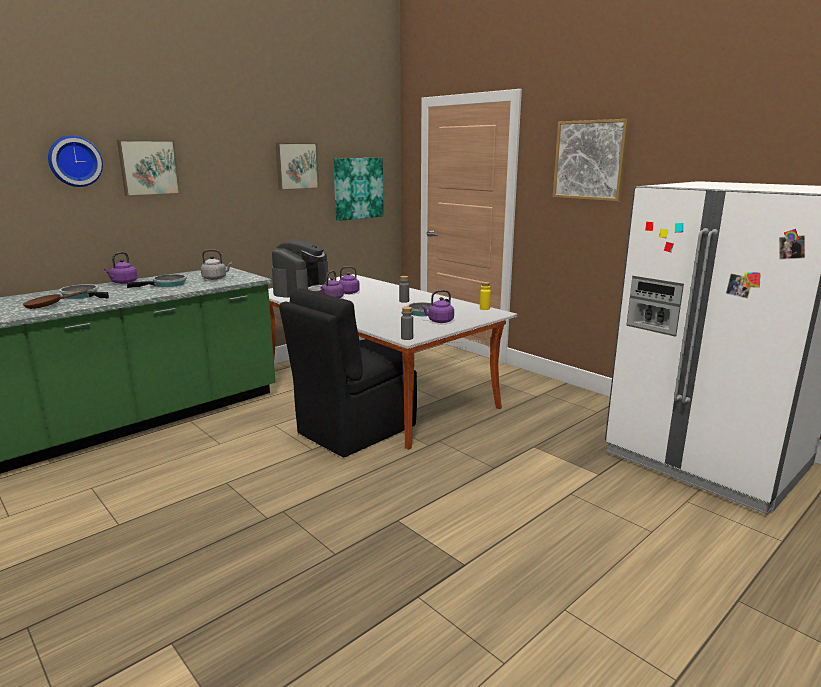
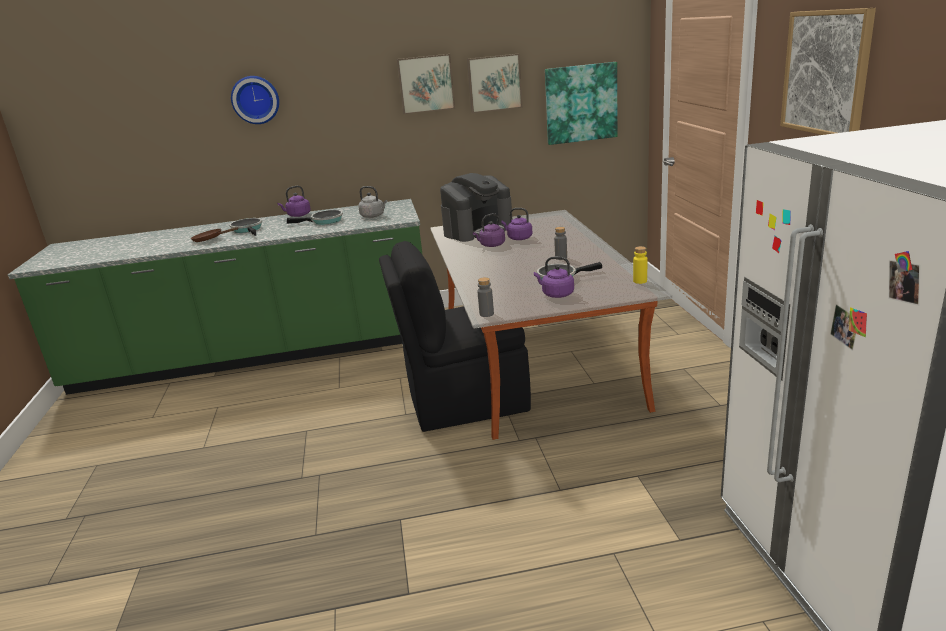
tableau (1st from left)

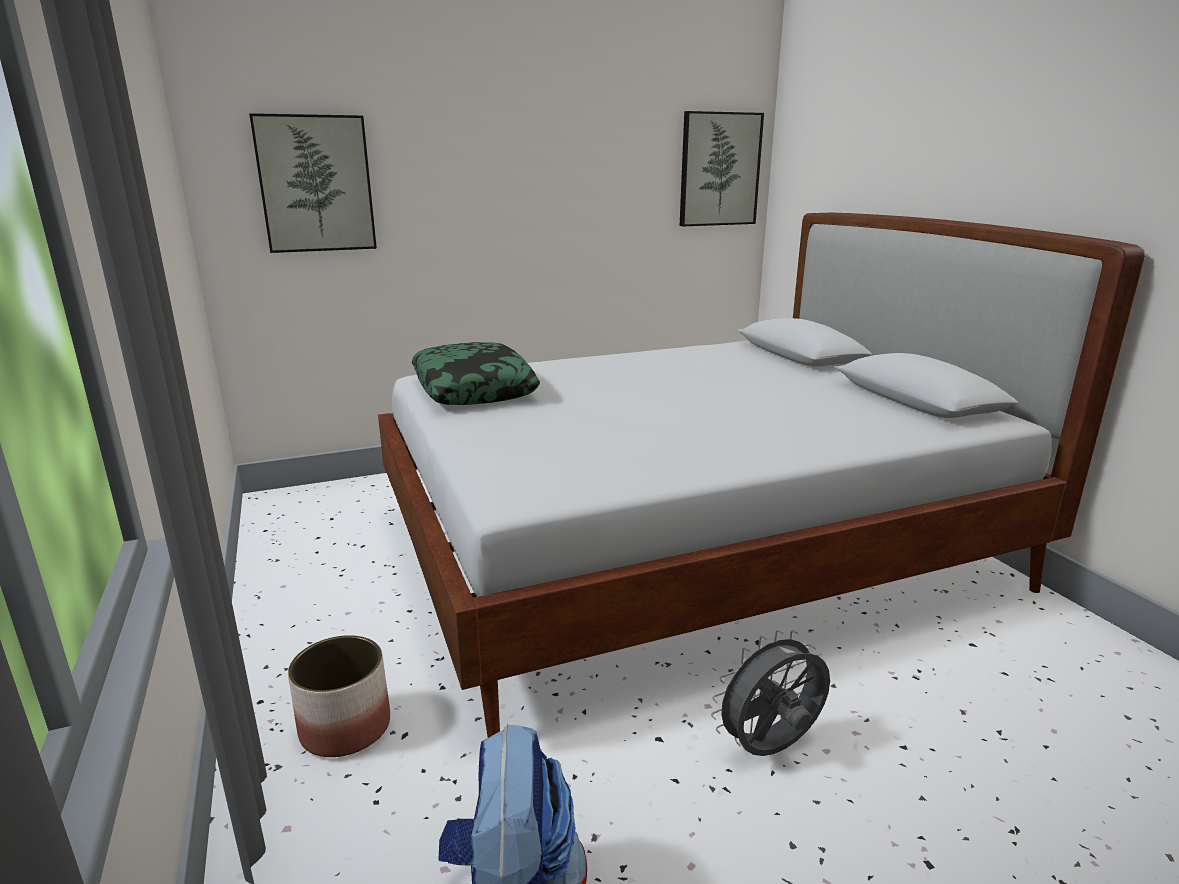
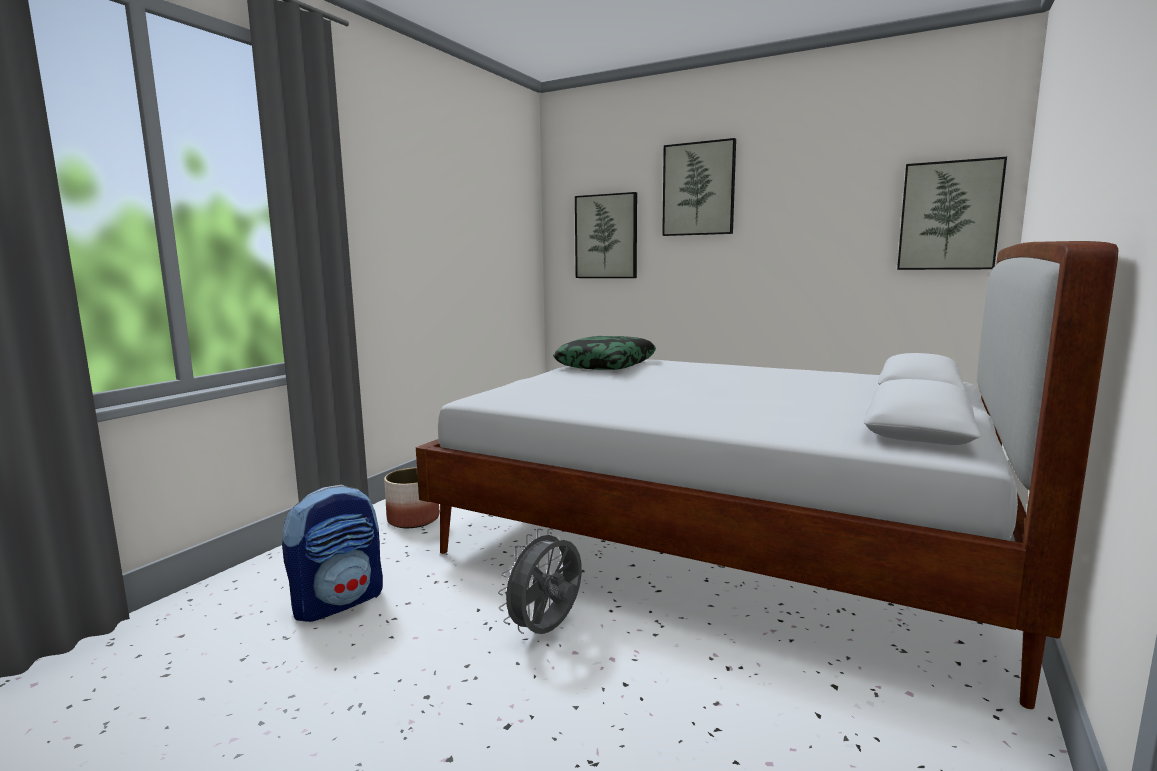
ventilateur/gris; tableau (2nd from left)

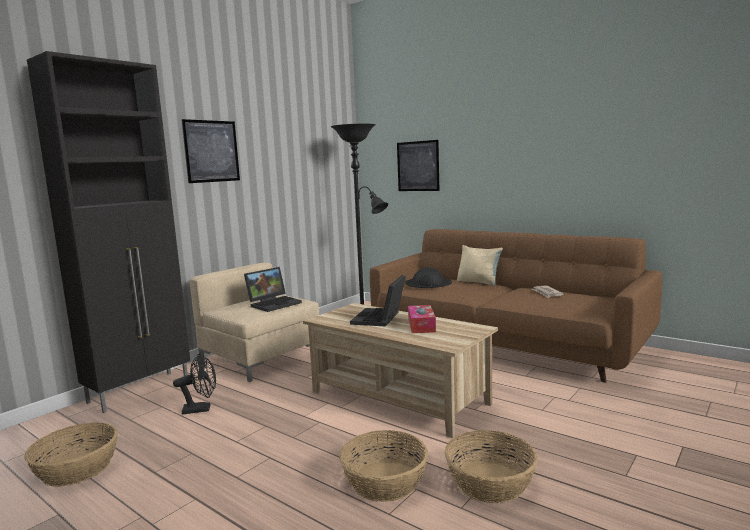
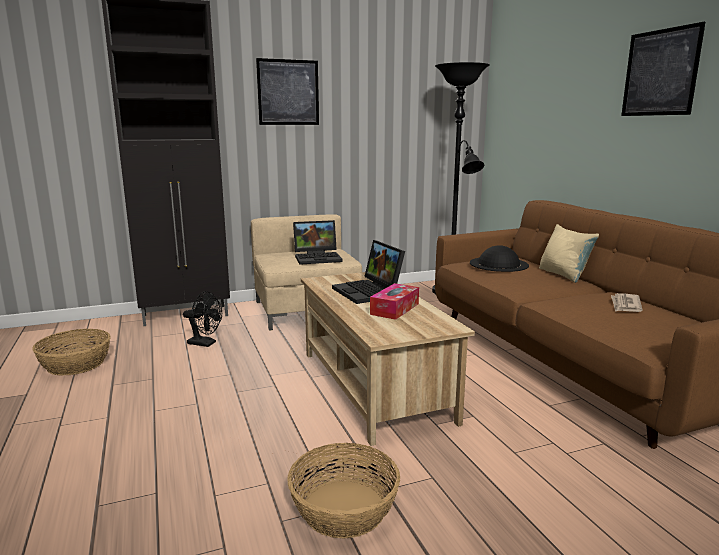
ordinateur portable (2nd from left); tableau (2nd from left); panier (2nd from left in the first image)

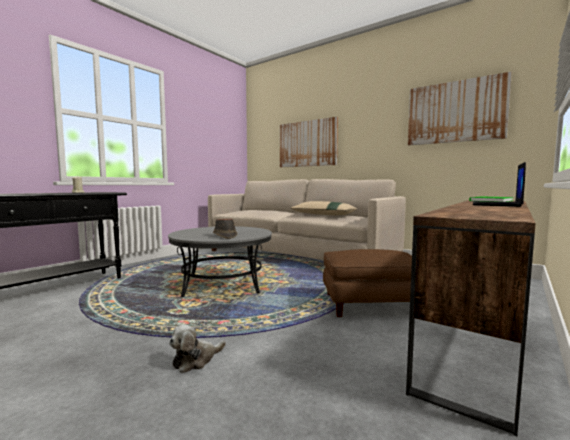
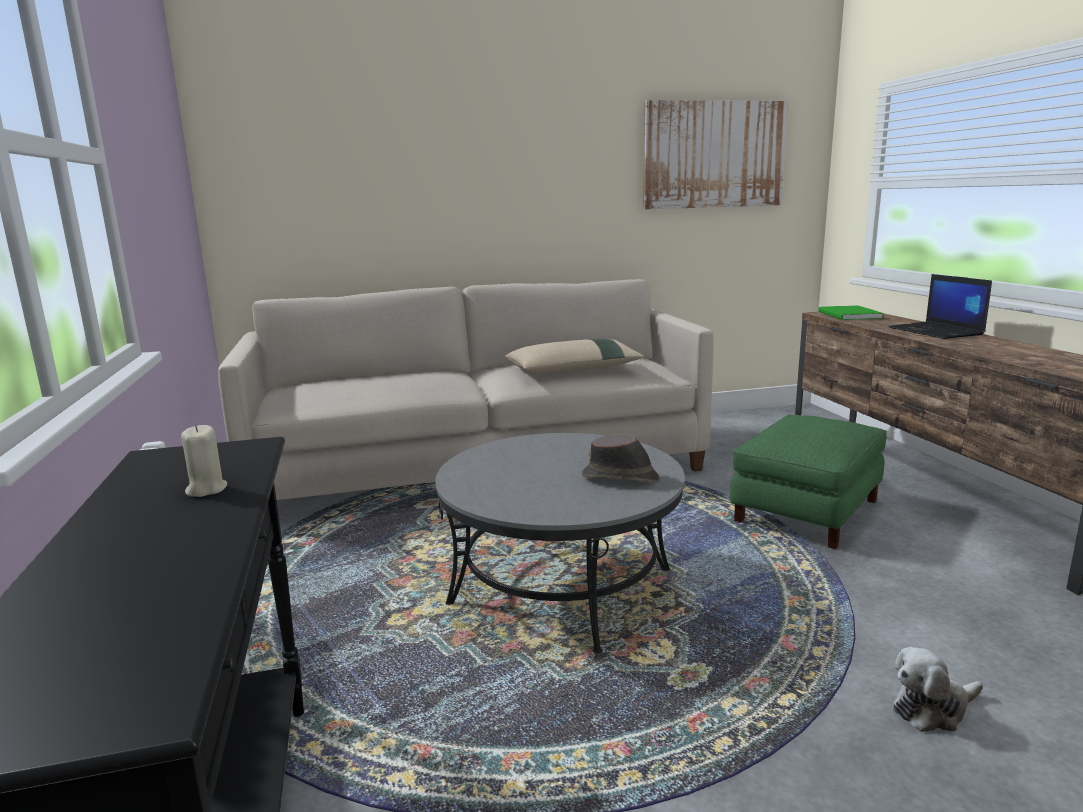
pouf/vert; peluche; tableau (1st from left in the first image)

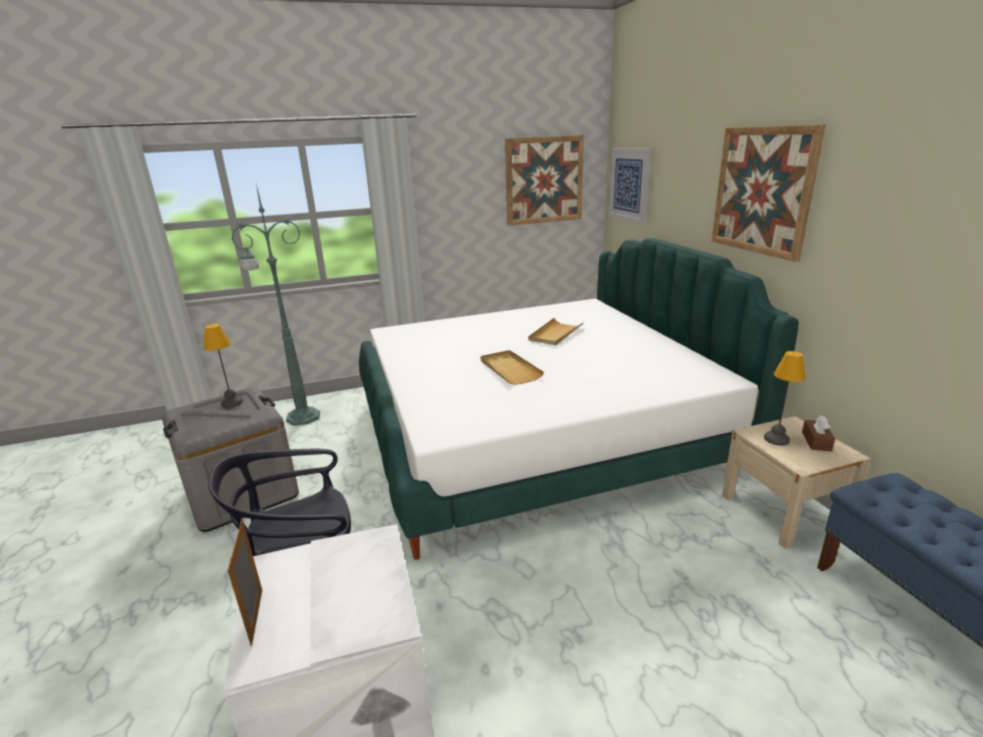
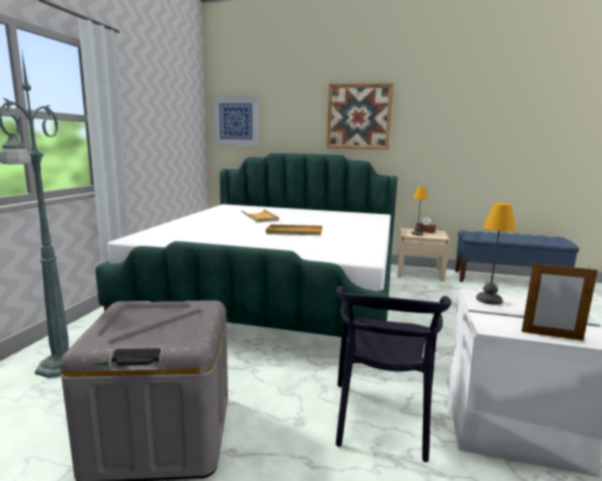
lampe de table (2nd from left); tableau (1st from left in the first image)

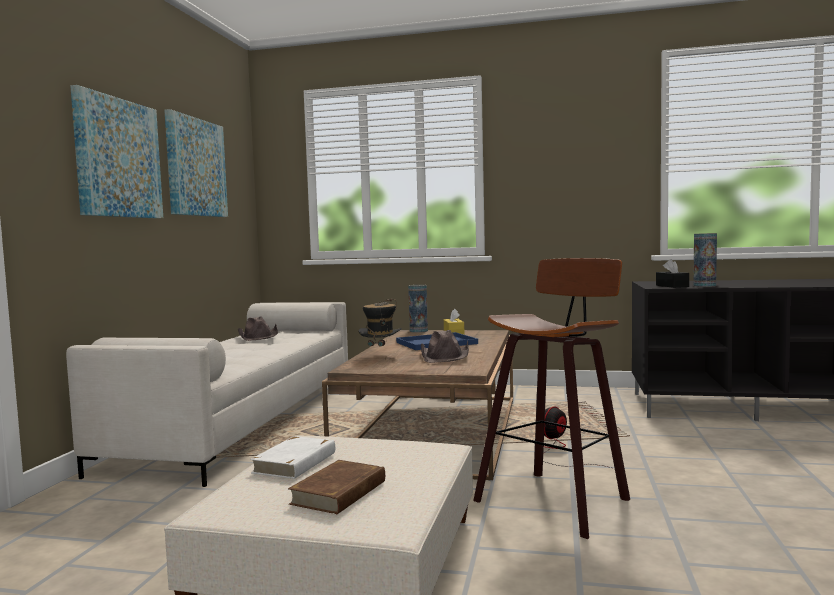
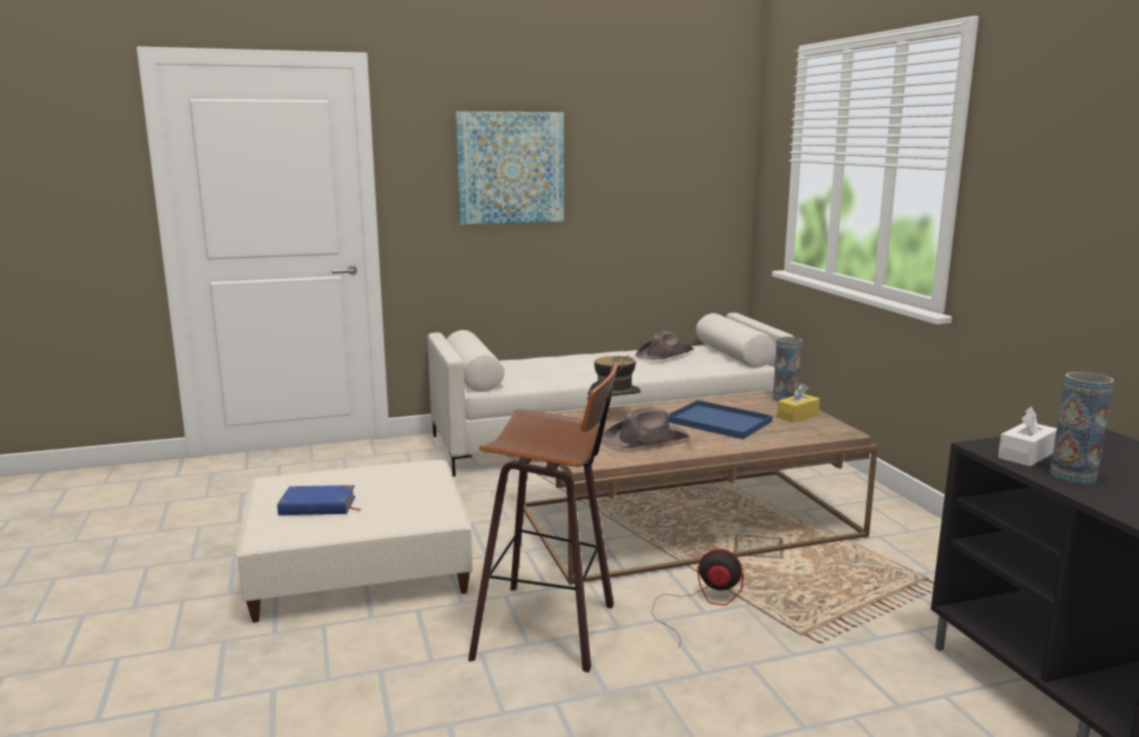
livre/bleu; boîte à mouchoirs/blanc; tableau (2nd from left in the first image); livre/blanc

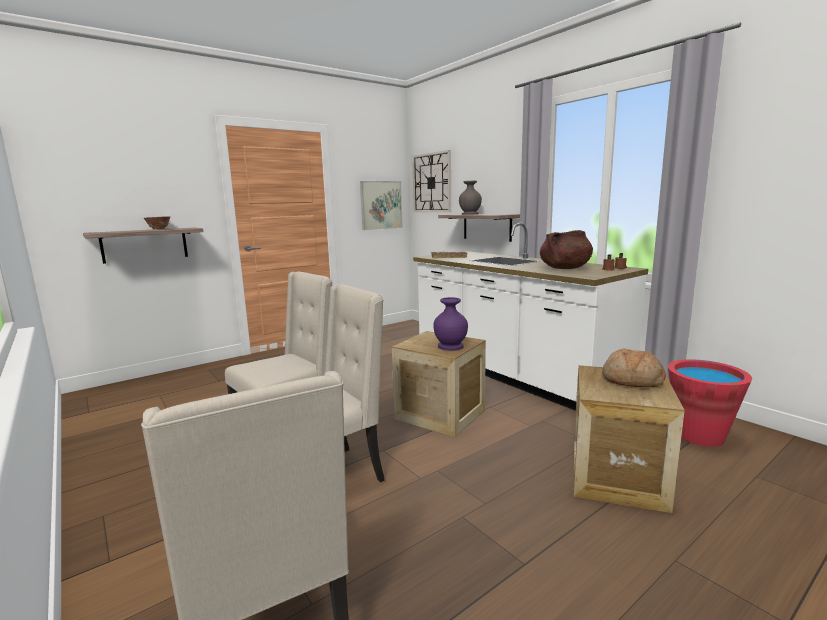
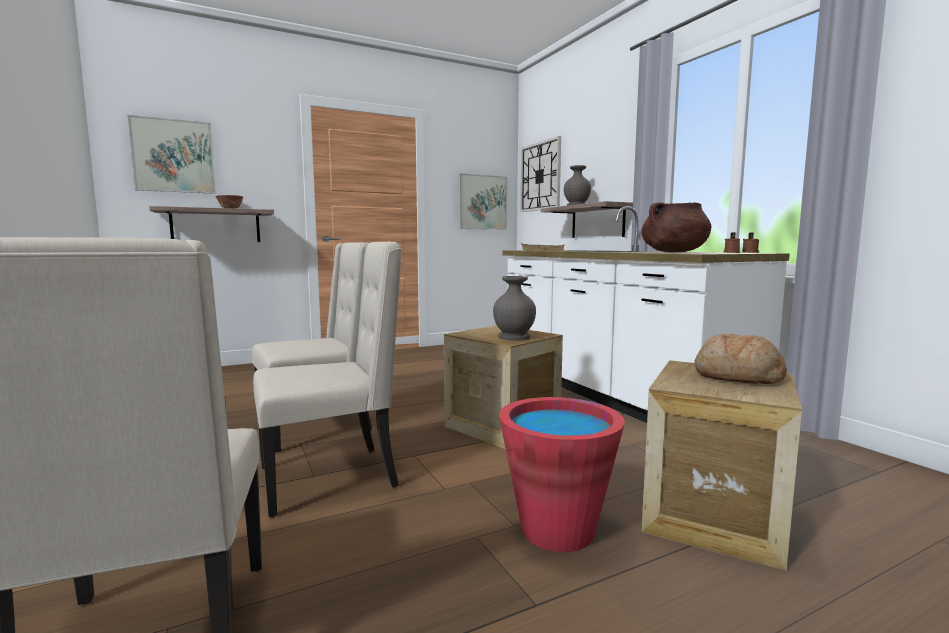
tableau (1st from left); vase/gris (1st from left); seau/rouge

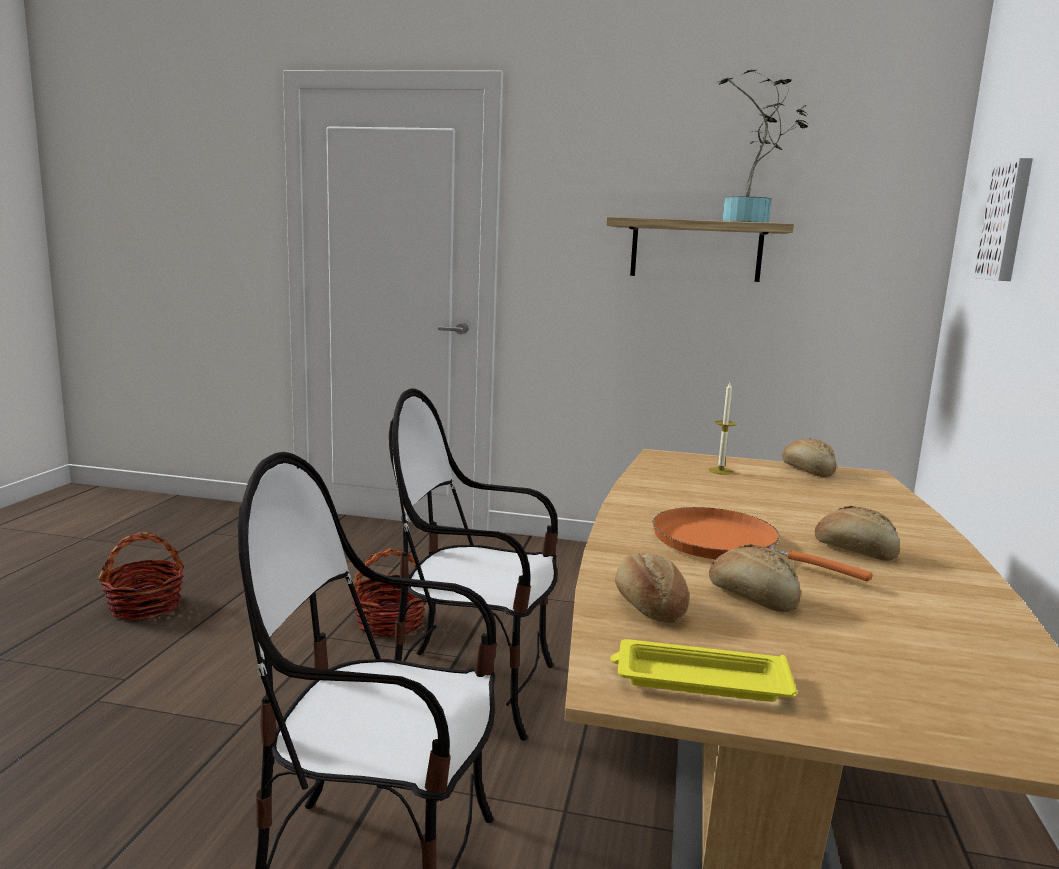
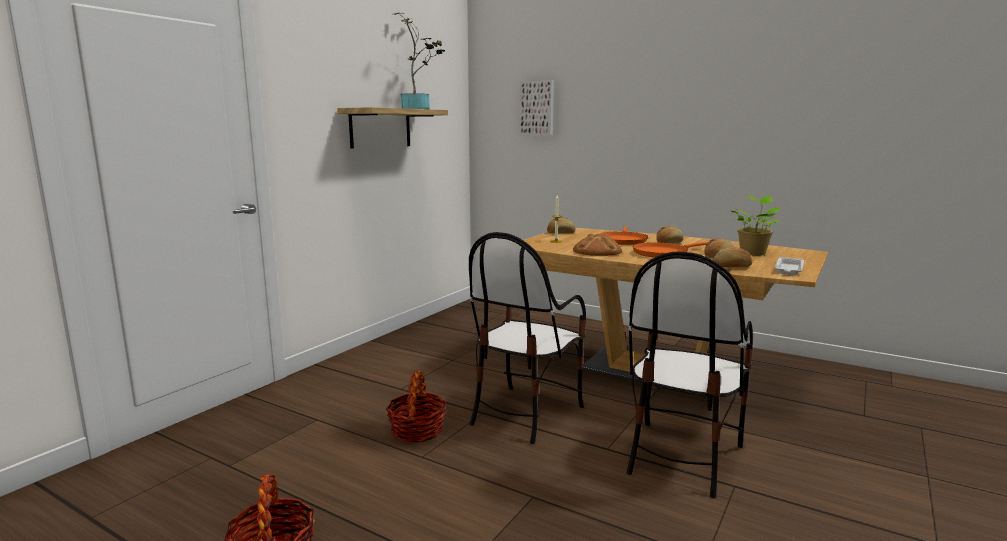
pain (2nd from left); poêle/orange (1st from left); plante en pot (2nd from left); plateau/blanc

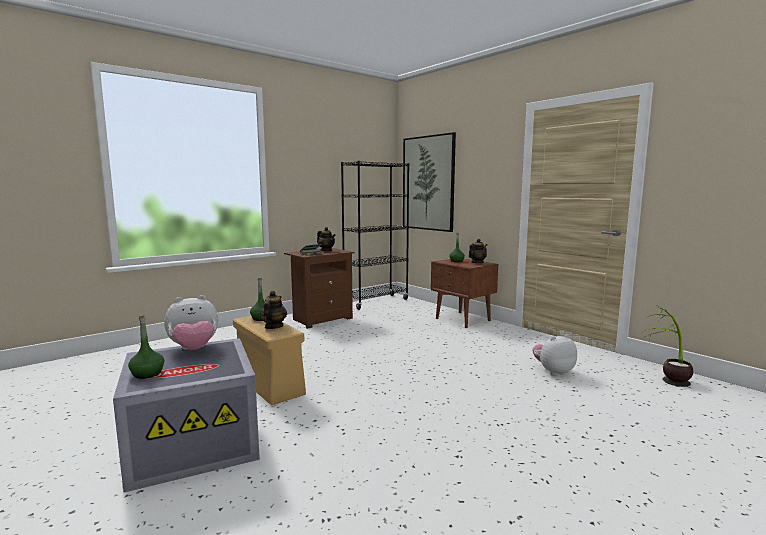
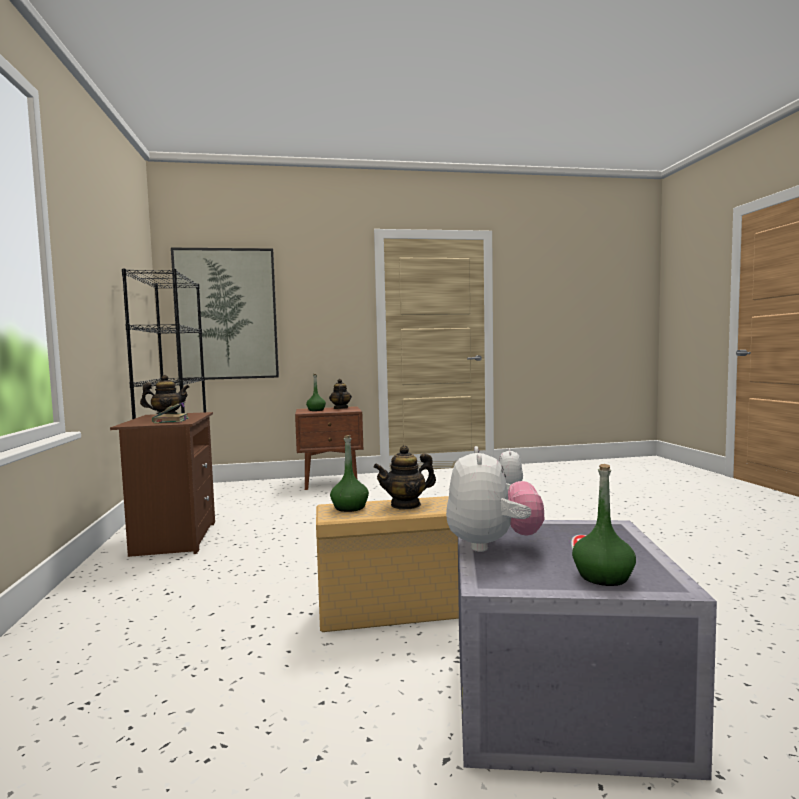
théière (3rd from left); plante en pot

